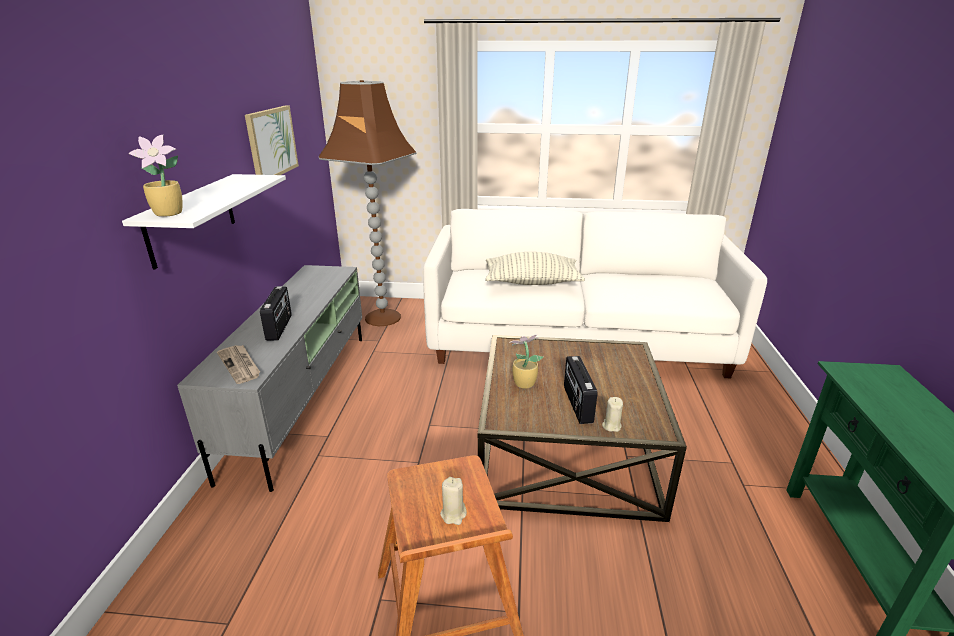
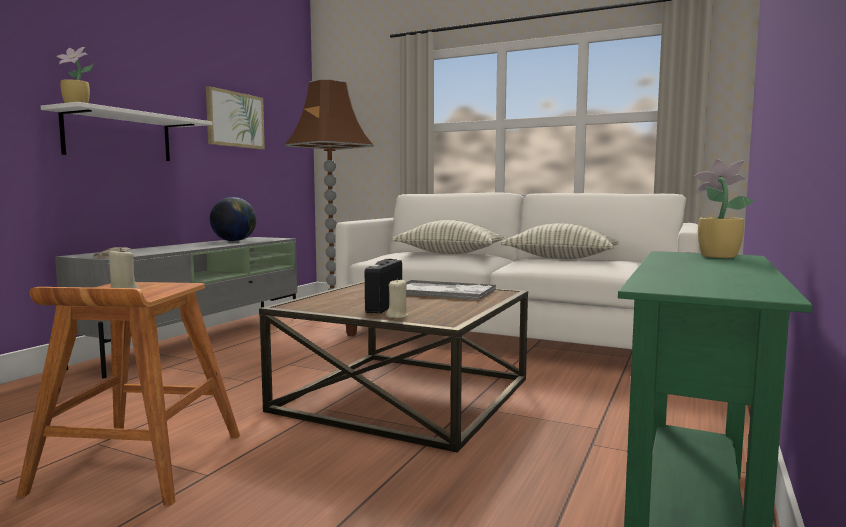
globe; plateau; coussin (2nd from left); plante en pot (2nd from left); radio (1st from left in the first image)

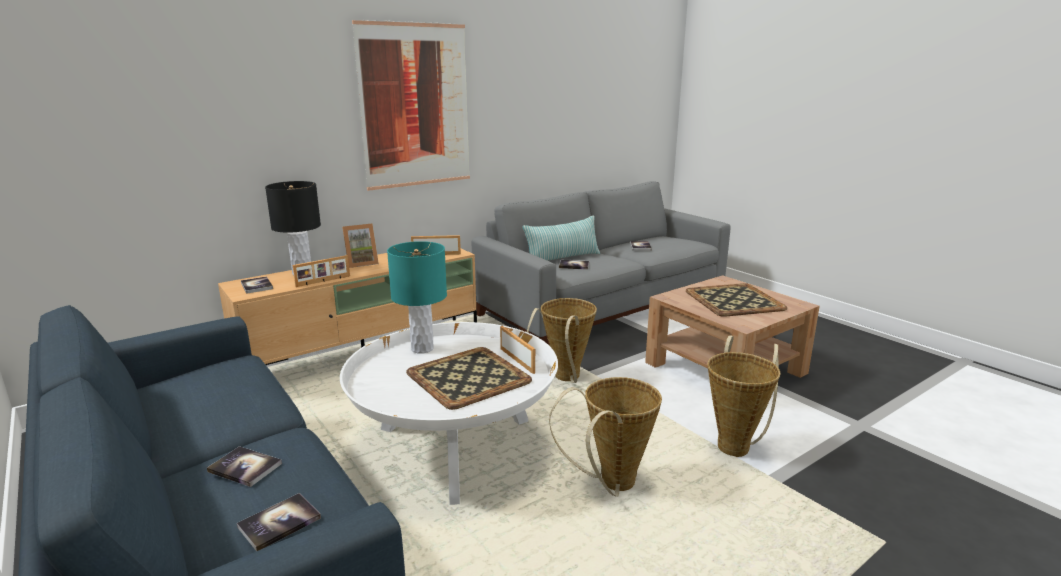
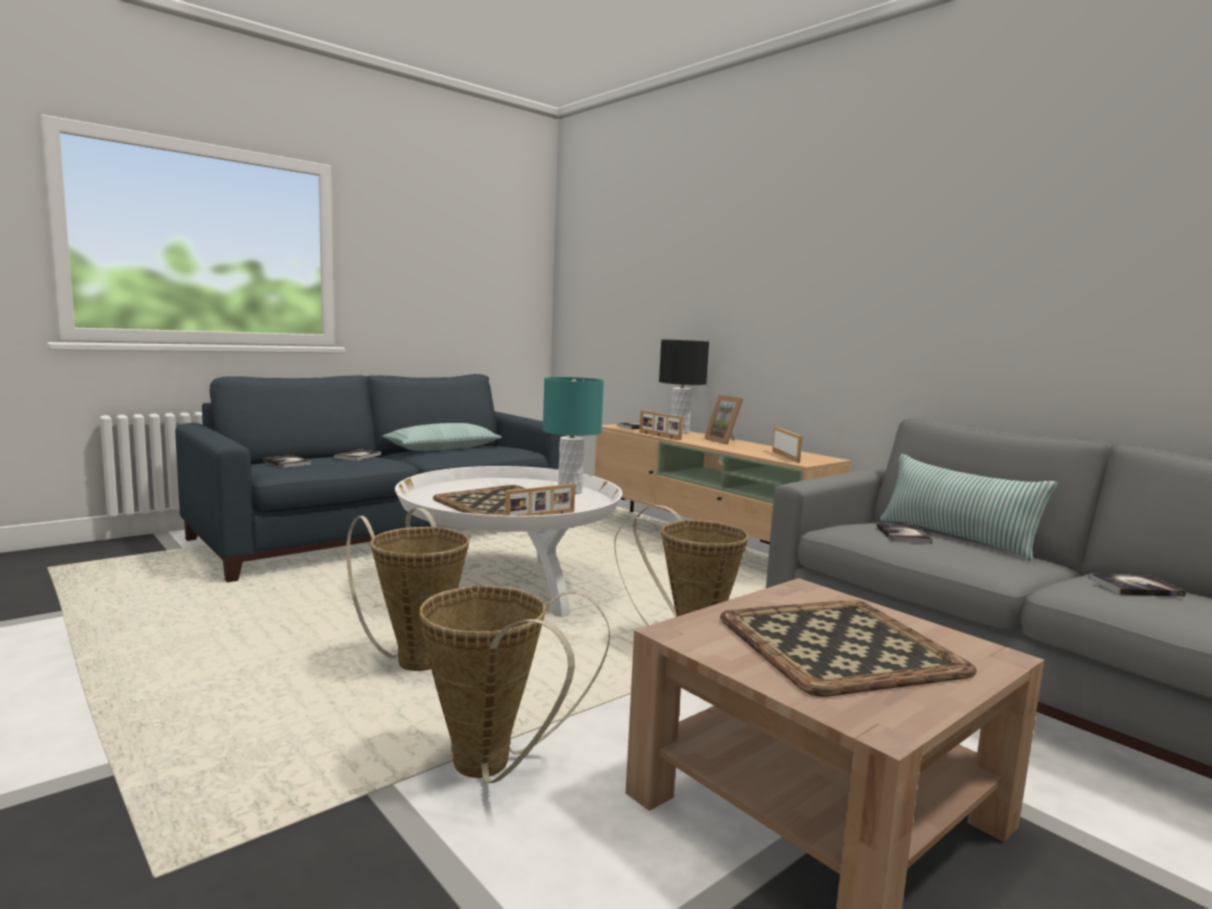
coussin (1st from left); tableau

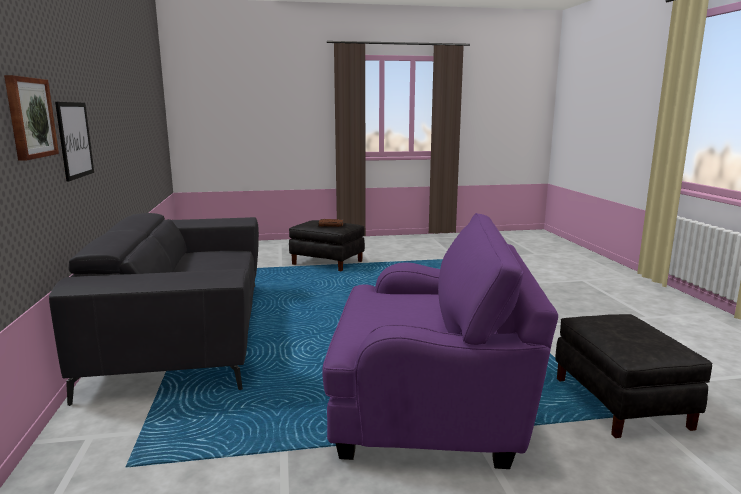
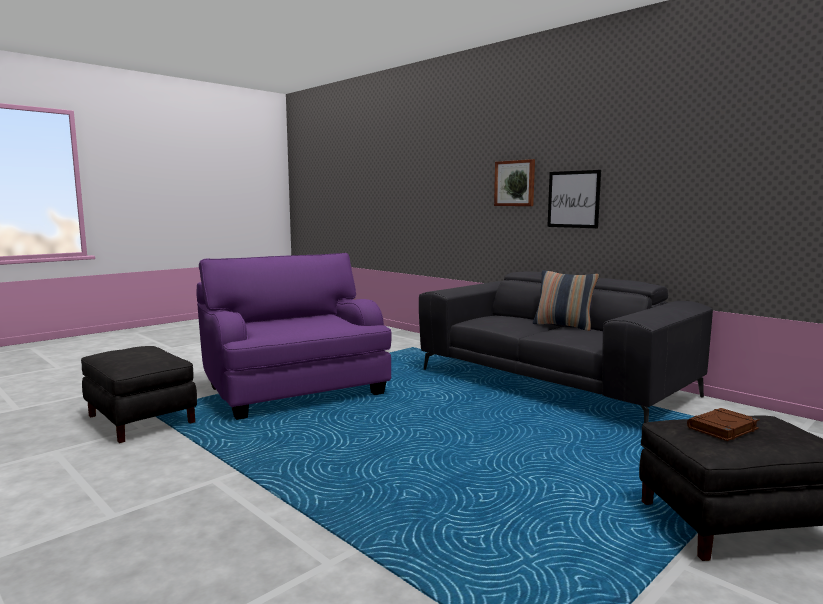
fauteuil/violet; coussin

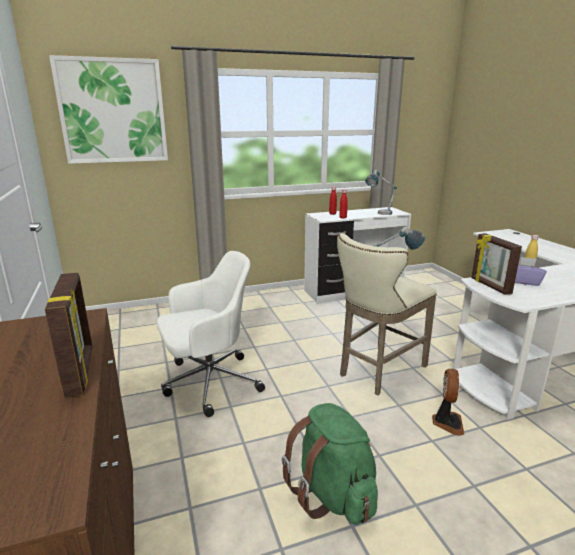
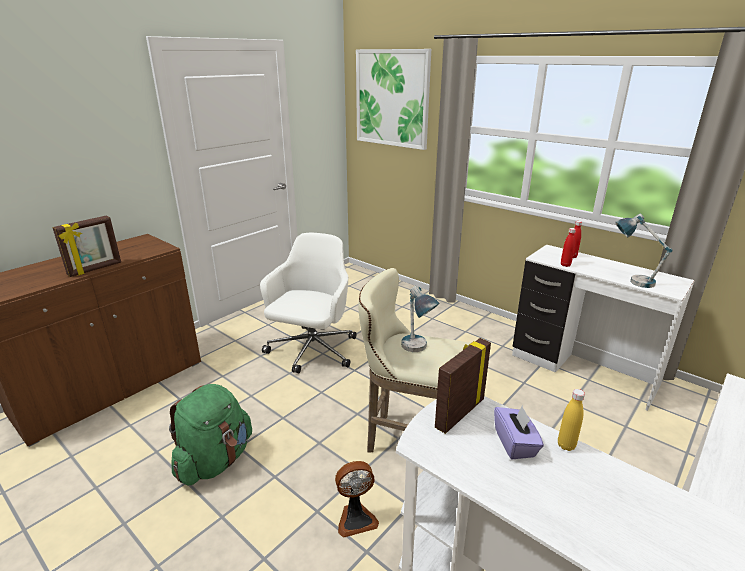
chaise de bureau/blanc

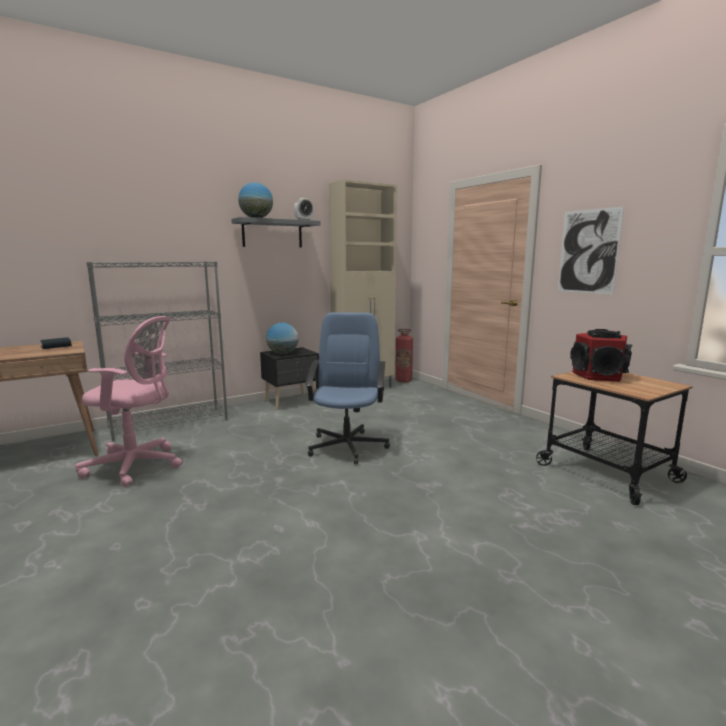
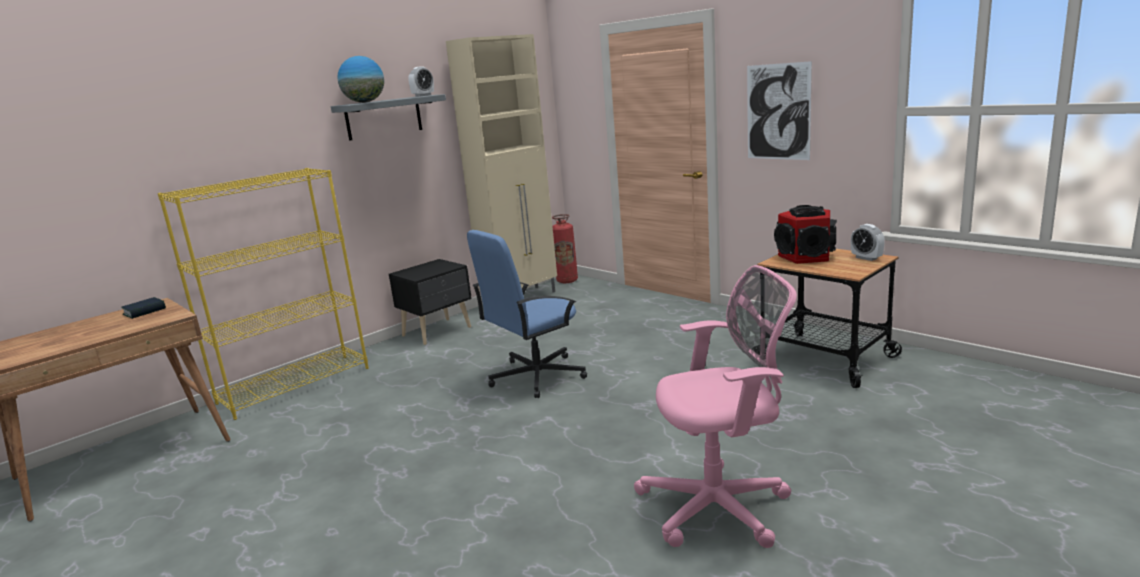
bibliothèque/jaune; chaise de bureau/bleu; chaise de bureau/rose; réveil (2nd from left); globe (2nd from left in the first image)

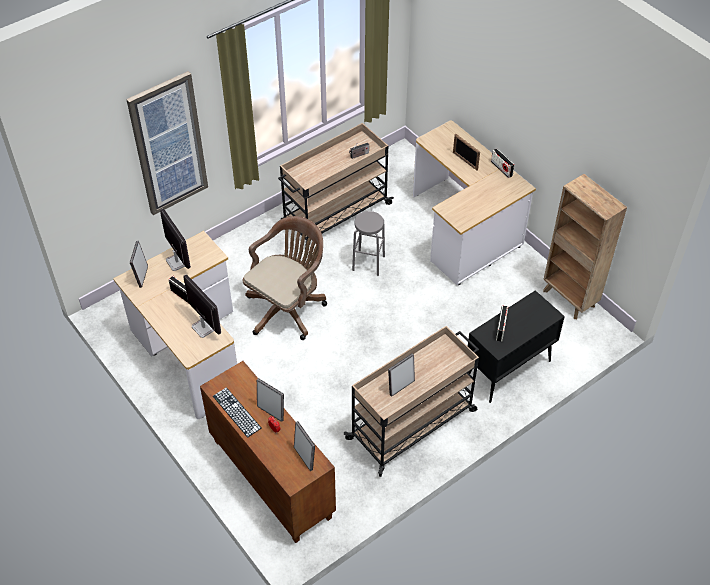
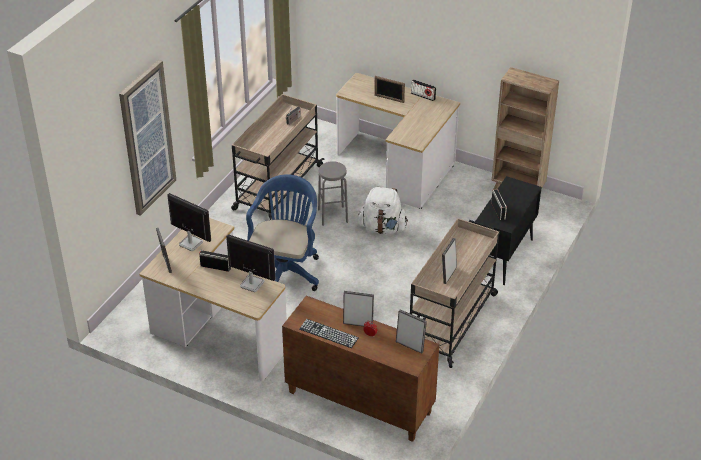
chaise de bureau/bleu; sac à dos/blanc

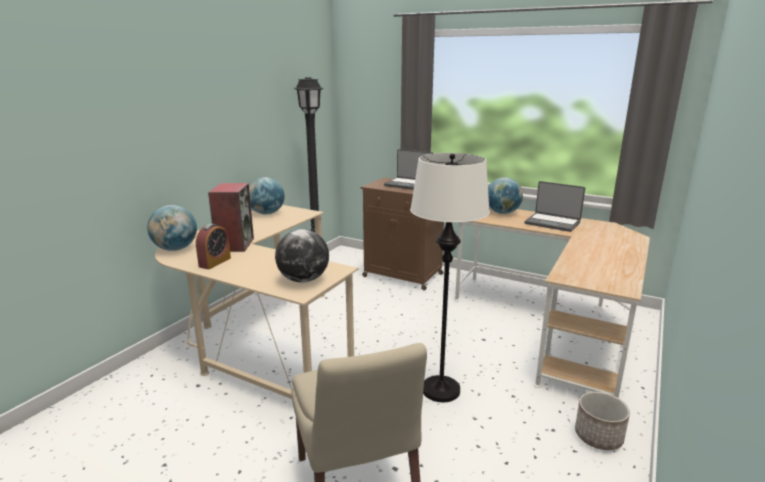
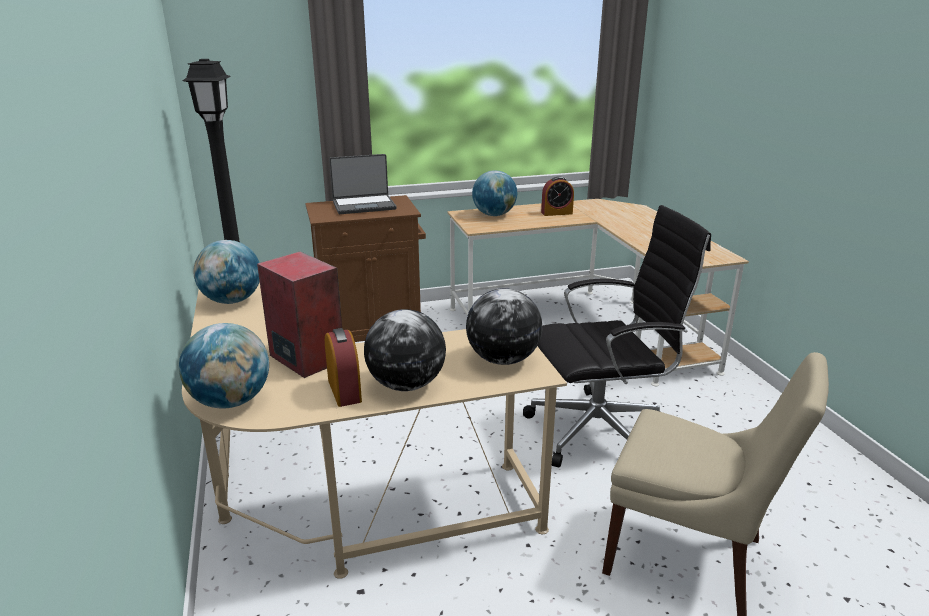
globe (3rd from left); chaise de bureau/noir; réveil (2nd from left); cache-pot

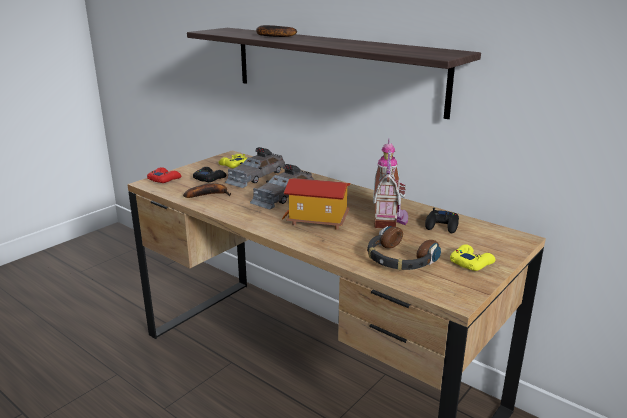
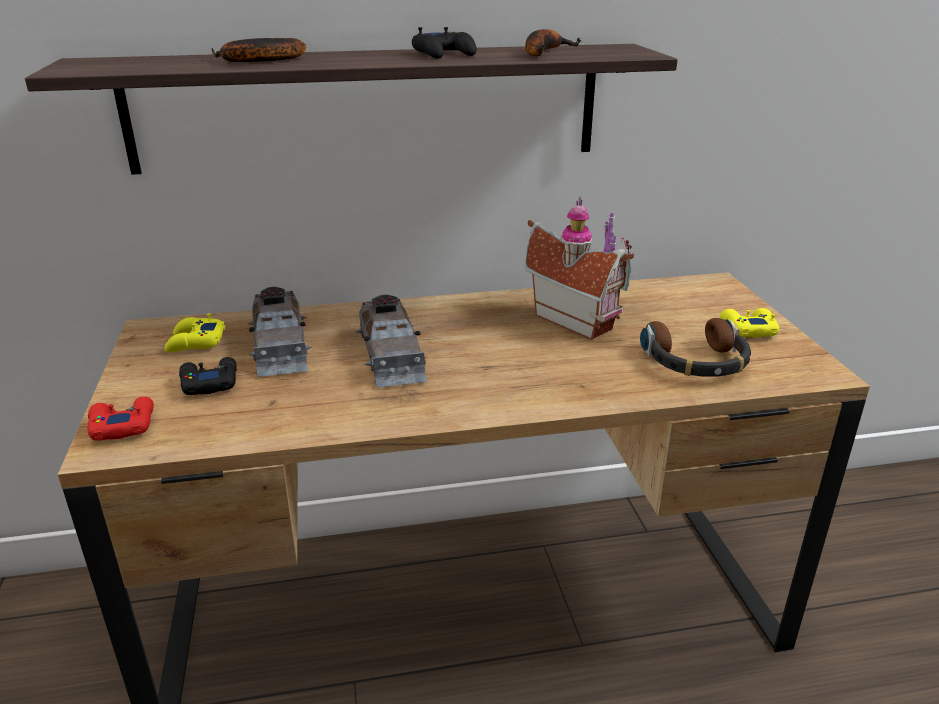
manette/noir (2nd from left); banane (2nd from left); maison miniature (1st from left in the first image)

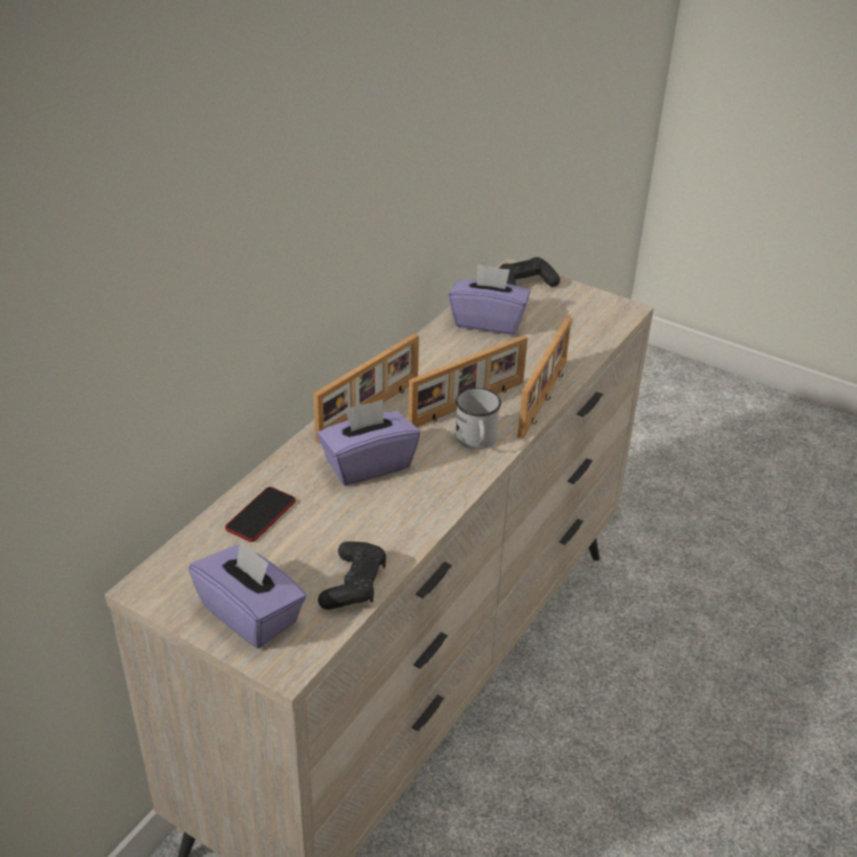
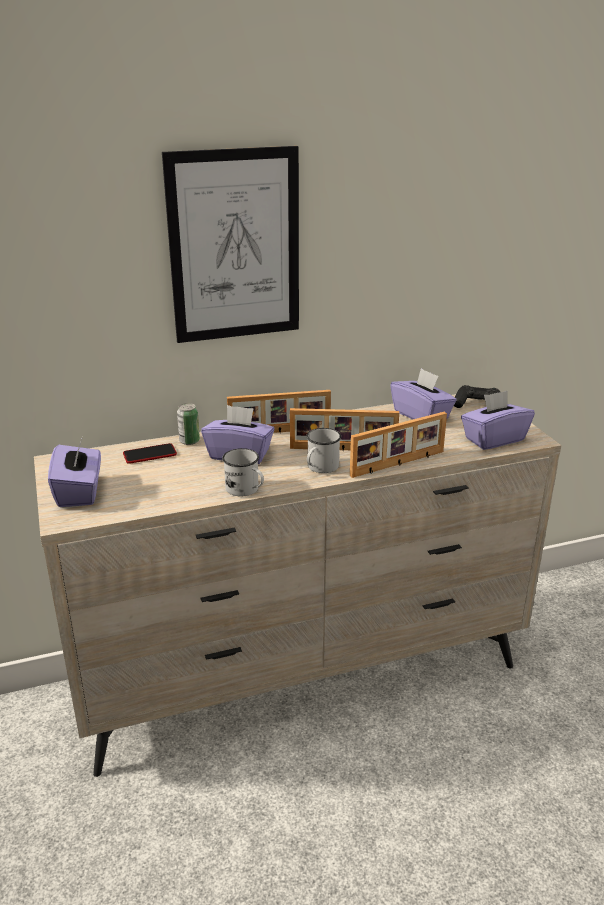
tableau; boîte métallique; mug/blanc (1st from left); boîte à mouchoirs/violet (4th from left); manette/noir (1st from left in the first image)

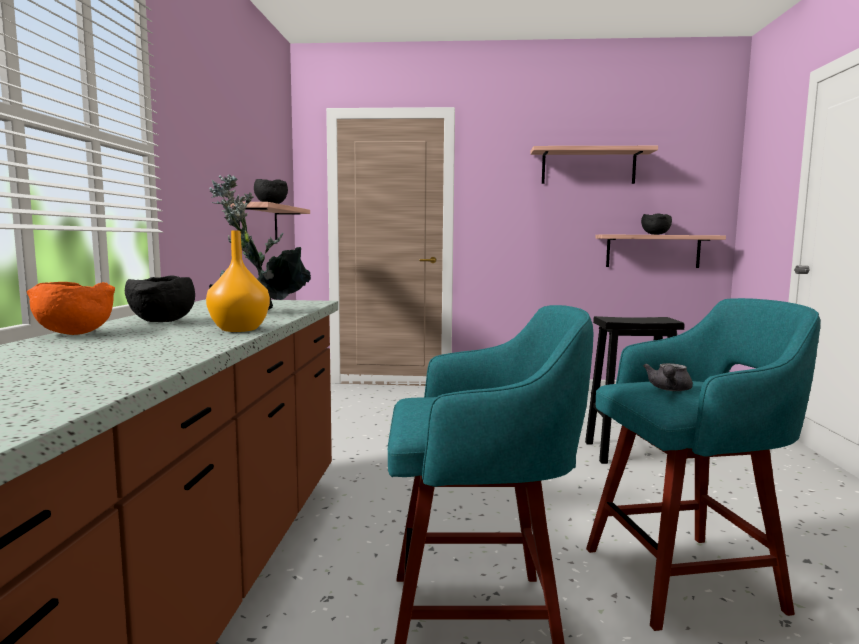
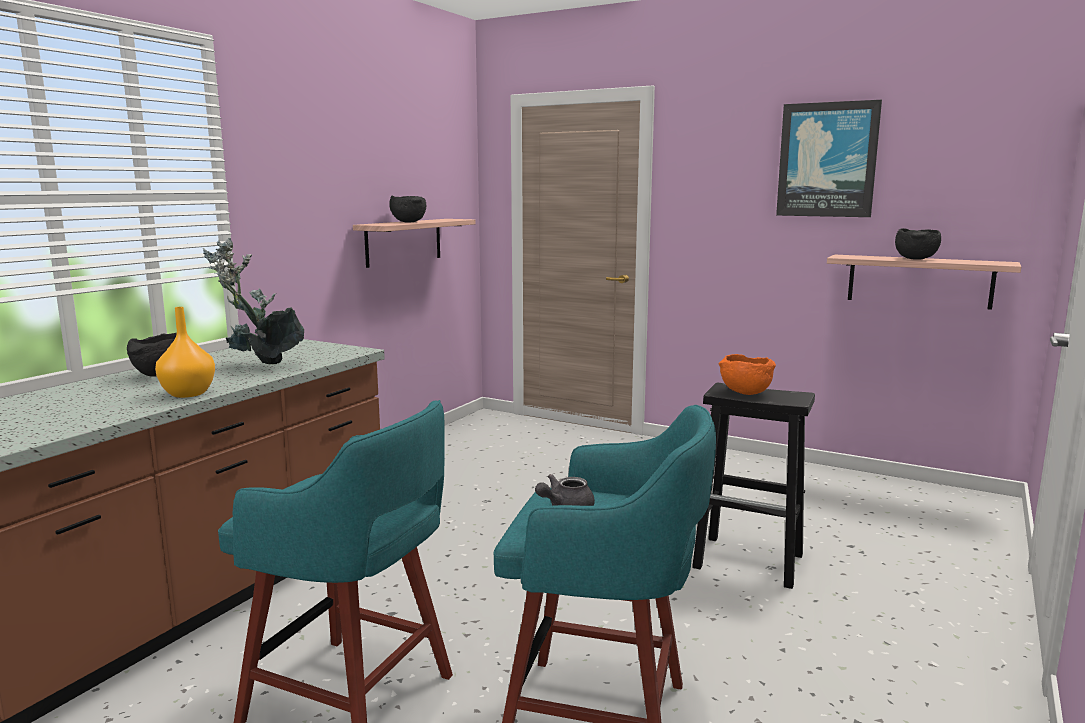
bol/orange; tableau

